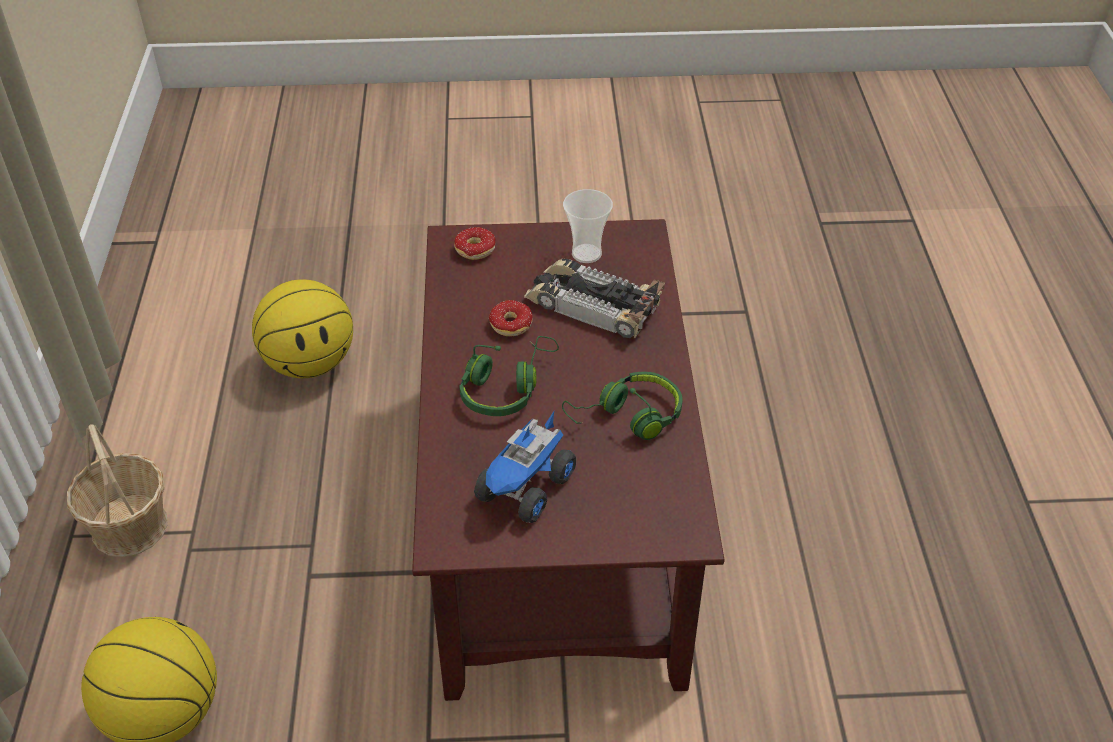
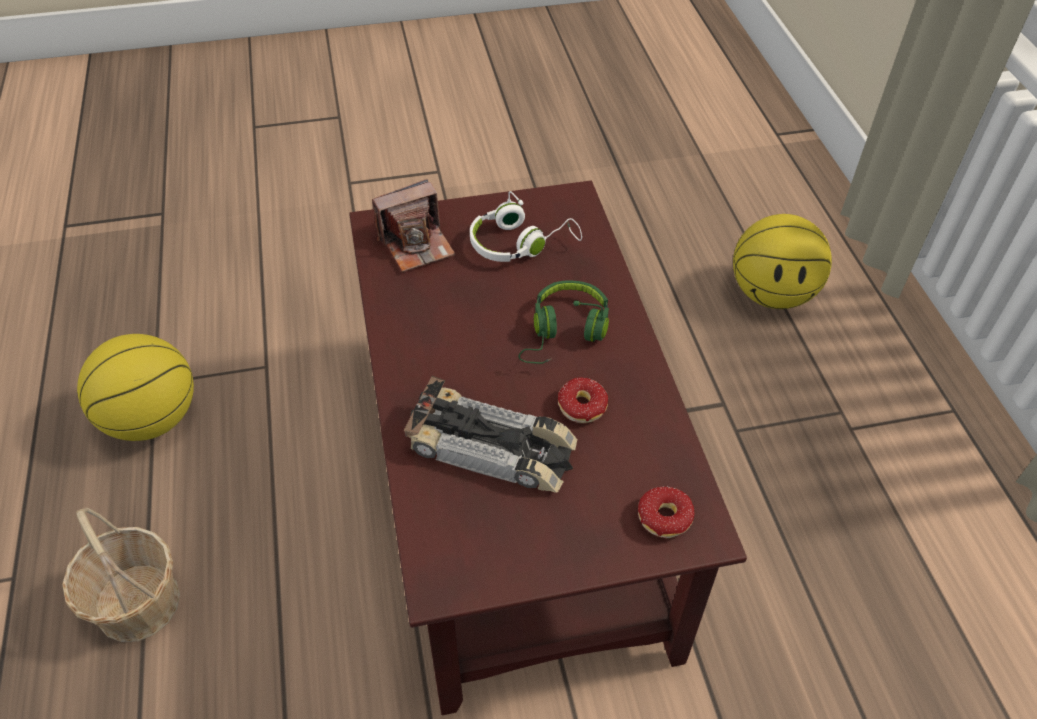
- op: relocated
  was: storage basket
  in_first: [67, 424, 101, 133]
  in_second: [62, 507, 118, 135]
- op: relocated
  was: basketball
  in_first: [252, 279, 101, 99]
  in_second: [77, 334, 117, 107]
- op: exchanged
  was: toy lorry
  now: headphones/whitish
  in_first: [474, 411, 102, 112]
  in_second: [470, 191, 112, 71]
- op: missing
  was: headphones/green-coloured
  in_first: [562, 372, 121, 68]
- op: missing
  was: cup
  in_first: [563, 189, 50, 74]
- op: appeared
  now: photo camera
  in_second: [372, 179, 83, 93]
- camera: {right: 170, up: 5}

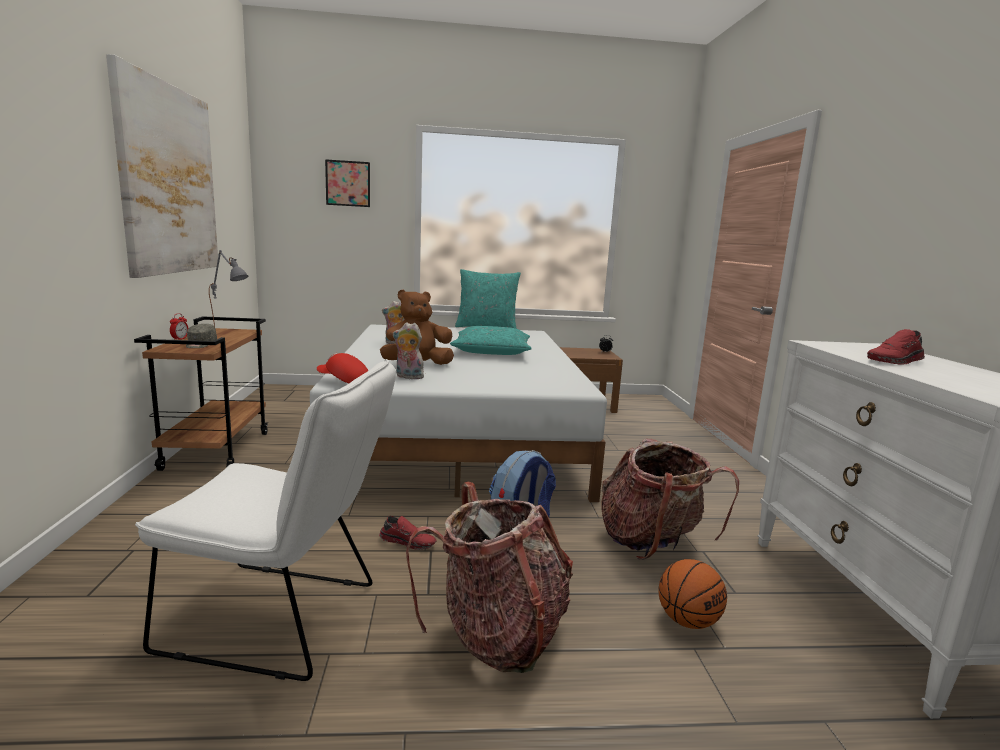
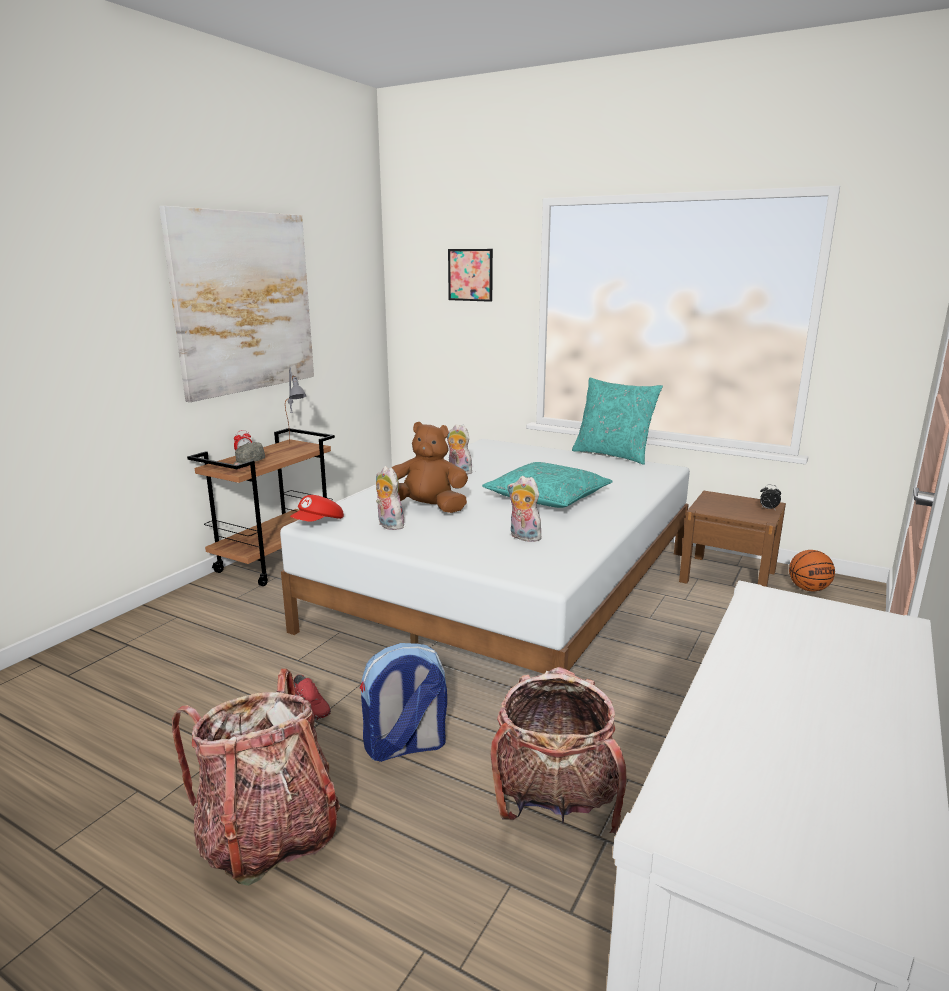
- op: missing
  was: upright chair/whitish
  in_first: [135, 359, 261, 322]
- op: spun
  was: cap/reddish
  in_first: [317, 353, 52, 31]
  in_second: [290, 495, 54, 27]
  clockwise: -105
- op: relocated
  was: basketball
  in_first: [658, 559, 69, 70]
  in_second: [789, 550, 46, 41]
- op: missing
  was: item of footwear/reddish
  in_first: [867, 329, 58, 36]
- op: appeared
  now: soft toy
  in_second: [507, 476, 35, 66]
- camera: {right: 35, up: 5}

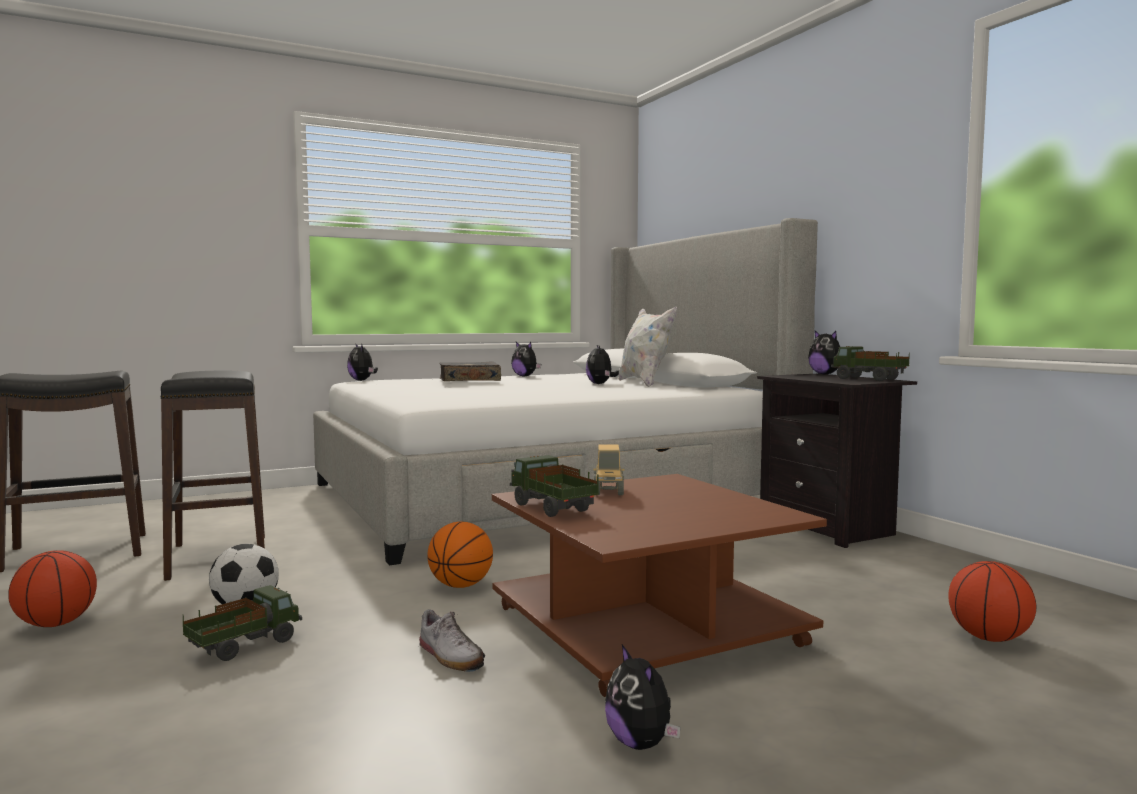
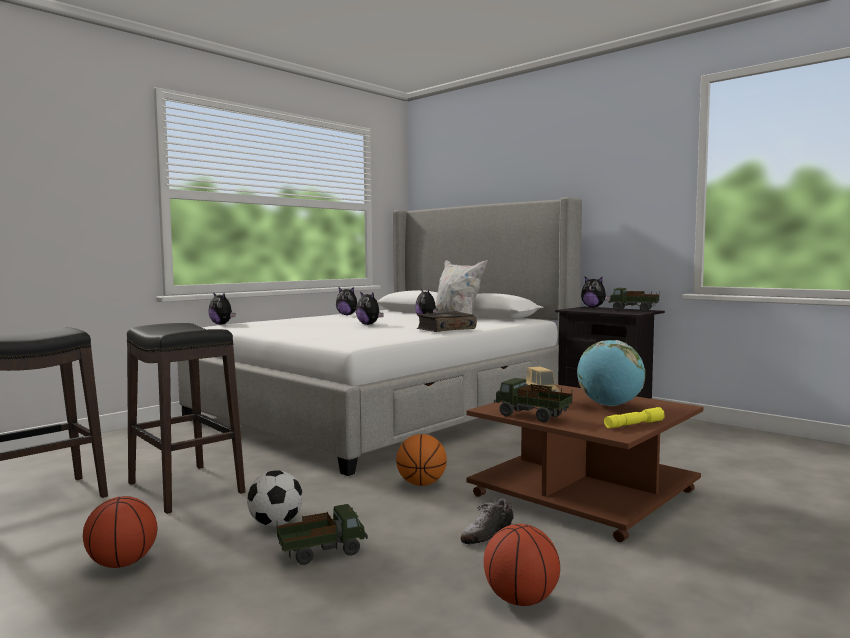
- op: spun
  was: toy lorry
  in_first: [183, 585, 119, 76]
  in_second: [277, 504, 91, 61]
  clockwise: 45
- op: spun
  was: item of footwear
  in_first: [419, 610, 66, 62]
  in_second: [461, 498, 53, 46]
  clockwise: 105
- op: relocated
  was: bound book
  in_first: [439, 361, 62, 20]
  in_second: [417, 311, 60, 21]
- op: relocated
  was: soft toy
  in_first: [605, 645, 76, 105]
  in_second: [356, 291, 28, 34]
- op: relocated
  was: basketball
  in_first: [948, 561, 88, 81]
  in_second: [484, 524, 76, 82]
- op: appeared
  now: globe
  in_second: [577, 340, 68, 66]
- op: appeared
  now: torch/yellow-coloured
  in_second: [604, 407, 61, 21]
- camera: {right: -20, up: 0}

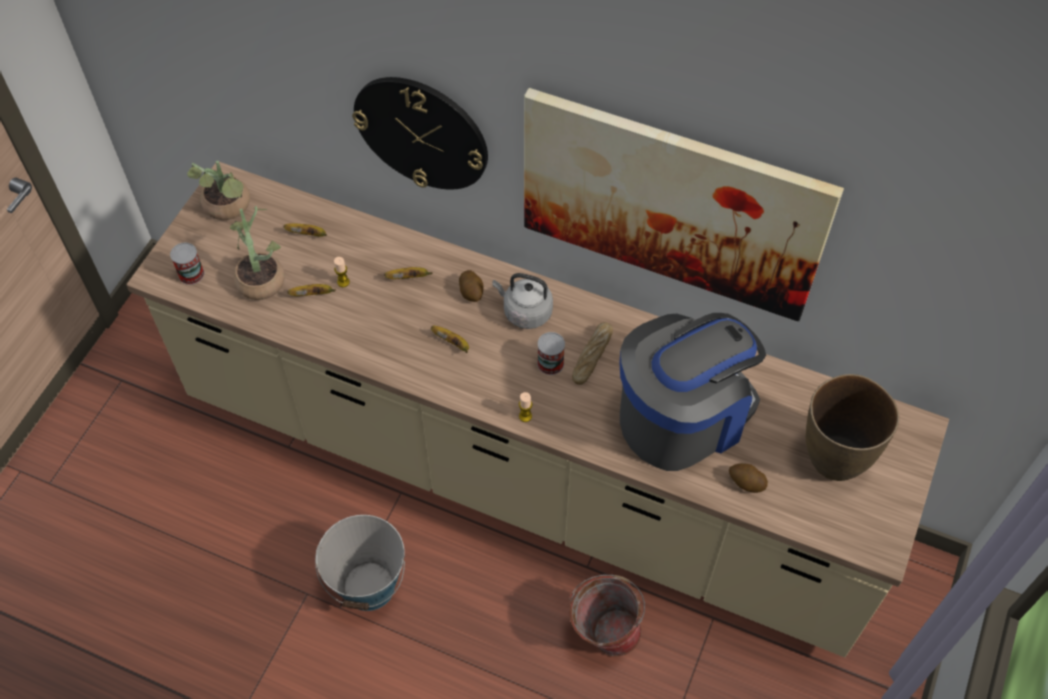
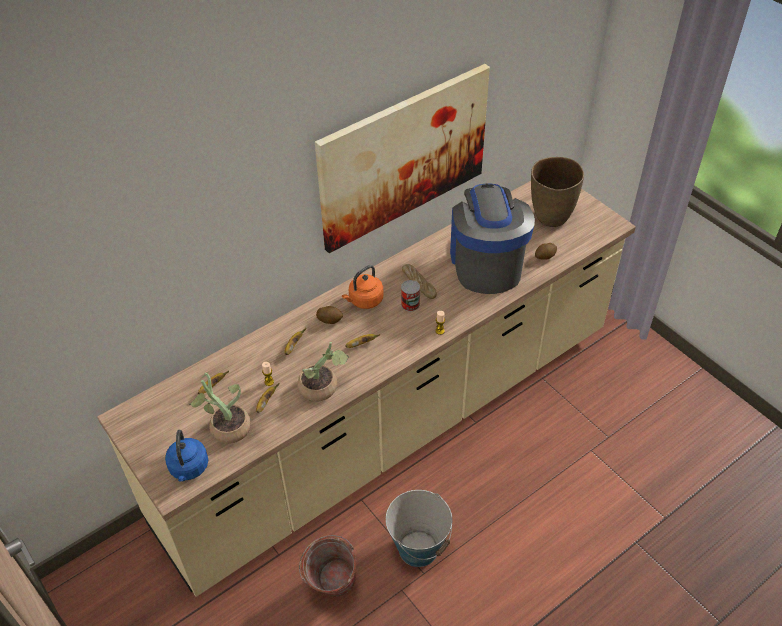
- op: exchanged
  was: can
  now: tea kettle/blue-coloured
  in_first: [170, 243, 34, 42]
  in_second: [165, 430, 43, 52]
- op: relocated
  was: houseplant
  in_first: [187, 161, 63, 59]
  in_second: [297, 342, 52, 60]
- op: missing
  was: clock on the wall
  in_first: [352, 77, 136, 113]
- op: colour
  was: tea kettle/grey
  now: tea kettle/orange-coloured
  in_first: [492, 273, 61, 56]
  in_second: [342, 265, 41, 44]
- op: relocated
  was: pail
  in_first: [569, 575, 76, 81]
  in_second: [299, 535, 57, 61]
- camera: {right: -60, up: -10}

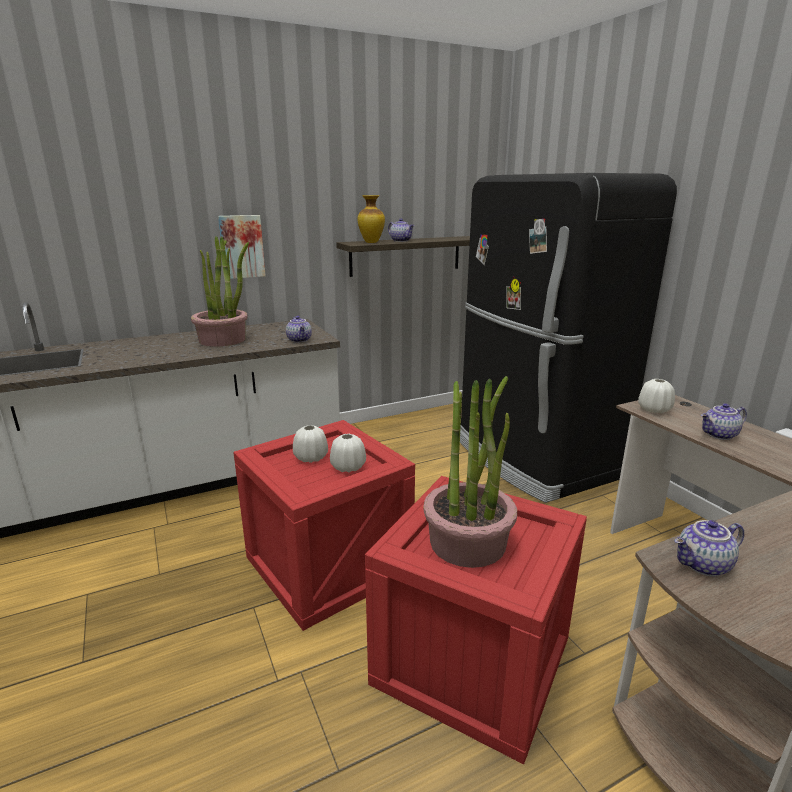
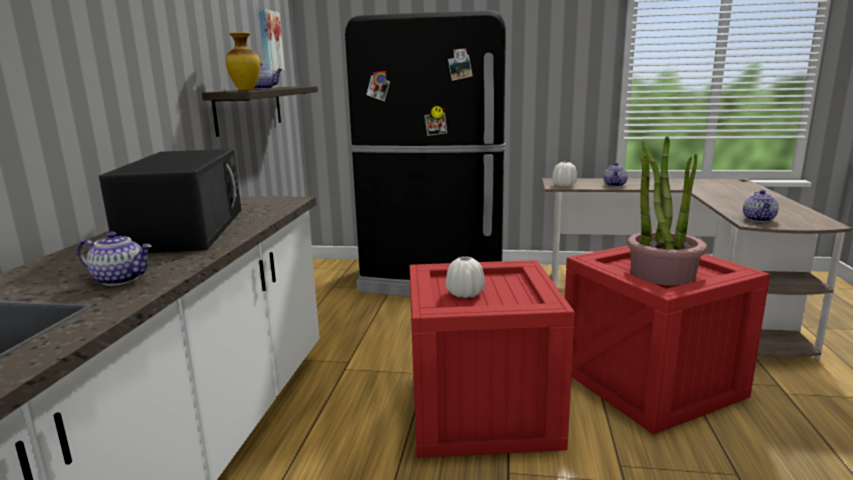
- op: exchanged
  was: houseplant
  now: microwave/blackish
  in_first: [191, 236, 58, 111]
  in_second: [99, 149, 142, 104]
- op: relocated
  was: picture
  in_first: [218, 215, 48, 64]
  in_second: [258, 9, 27, 62]
- op: relocated
  was: tea pot
  in_first: [286, 316, 26, 27]
  in_second: [78, 231, 74, 55]
- op: missing
  was: decorative vase/whitish
  in_first: [330, 434, 36, 39]
- camera: {right: -55, up: -5}

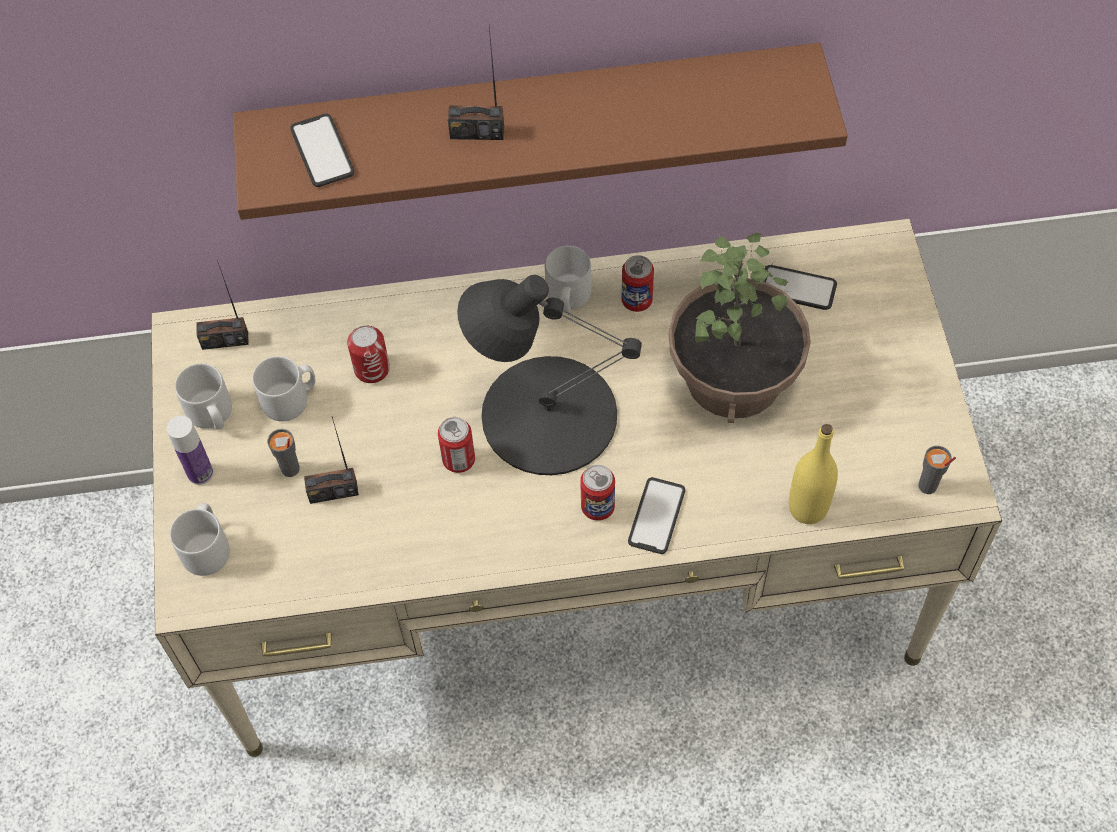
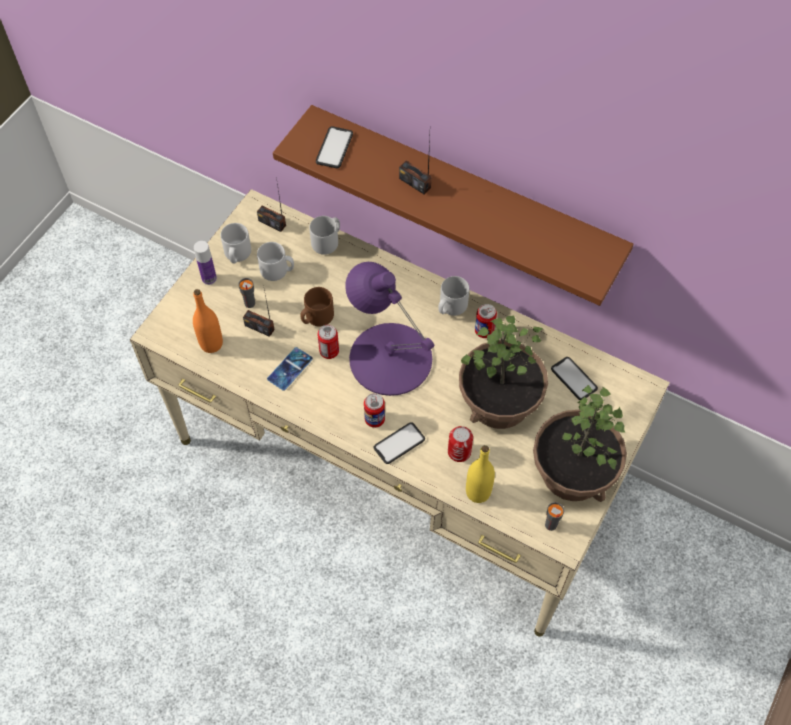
- op: relocated
  was: coffee mug/grey
  in_first: [170, 503, 60, 73]
  in_second: [309, 216, 31, 39]
- op: relocated
  was: can
  in_first: [347, 326, 43, 57]
  in_second: [448, 426, 25, 36]
- op: colour
  was: tabletop lamp/blackish
  now: tabletop lamp/purple
  in_first: [457, 275, 185, 200]
  in_second: [345, 262, 89, 134]
- op: appeared
  now: bottle/orange-coloured
  in_second: [193, 289, 30, 64]
- op: appeared
  now: telephone
  in_second: [267, 347, 46, 44]
- op: appeared
  now: coffee mug/brownish
  in_second: [300, 287, 34, 40]
- op: appeared
  now: houseplant
  in_second: [533, 385, 94, 117]
- camera: {right: 35, up: 0}

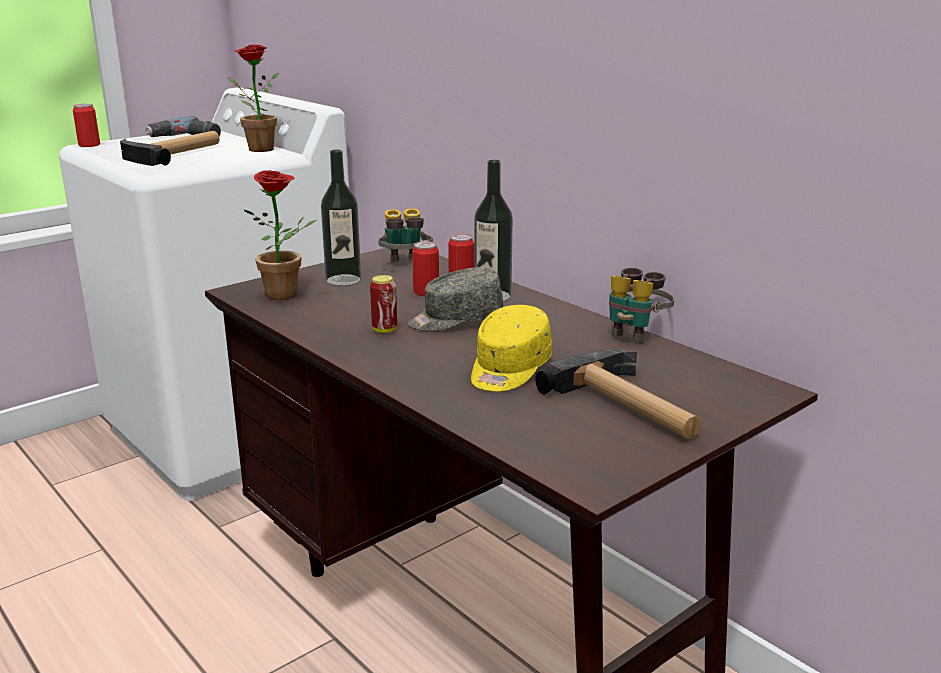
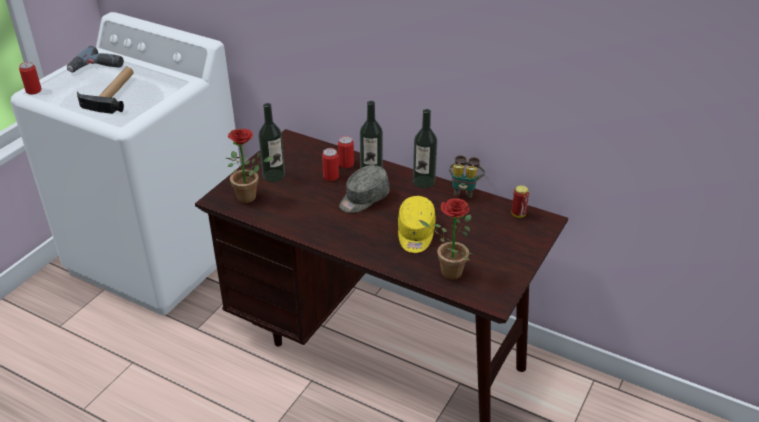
- op: relocated
  was: houseplant
  in_first: [227, 44, 52, 108]
  in_second: [419, 198, 53, 82]
- op: relocated
  was: can
  in_first: [370, 275, 27, 58]
  in_second: [512, 185, 17, 33]
- op: missing
  was: binoculars
  in_first: [378, 208, 55, 55]
- op: missing
  was: hammer
  in_first: [535, 349, 166, 90]
- op: appeared
  now: bottle
  in_second: [413, 109, 24, 79]
- camera: {right: -20, up: 15}

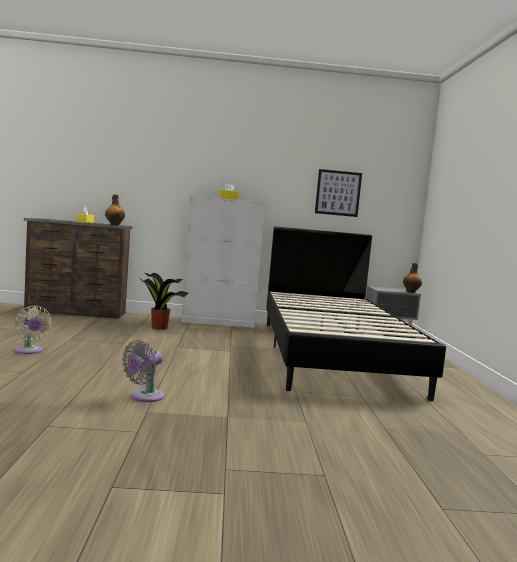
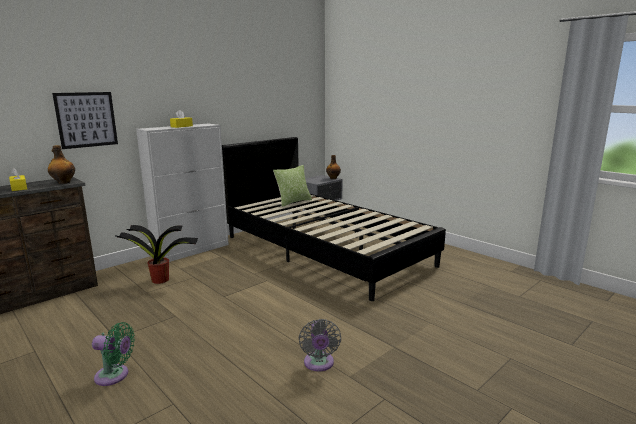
- op: colour
  was: fan/sand-coloured
  now: fan/green-coloured
  in_first: [14, 305, 38, 49]
  in_second: [92, 322, 43, 64]
- op: relocated
  was: picture
  in_first: [315, 169, 47, 48]
  in_second: [52, 92, 66, 57]
- op: appeared
  now: pillow
  in_second: [273, 165, 39, 42]
- camera: {right: -40, up: 10}

